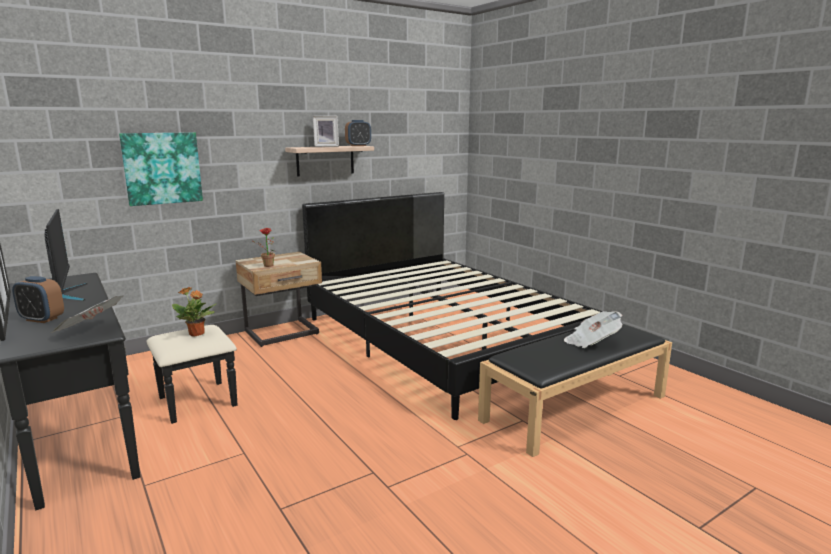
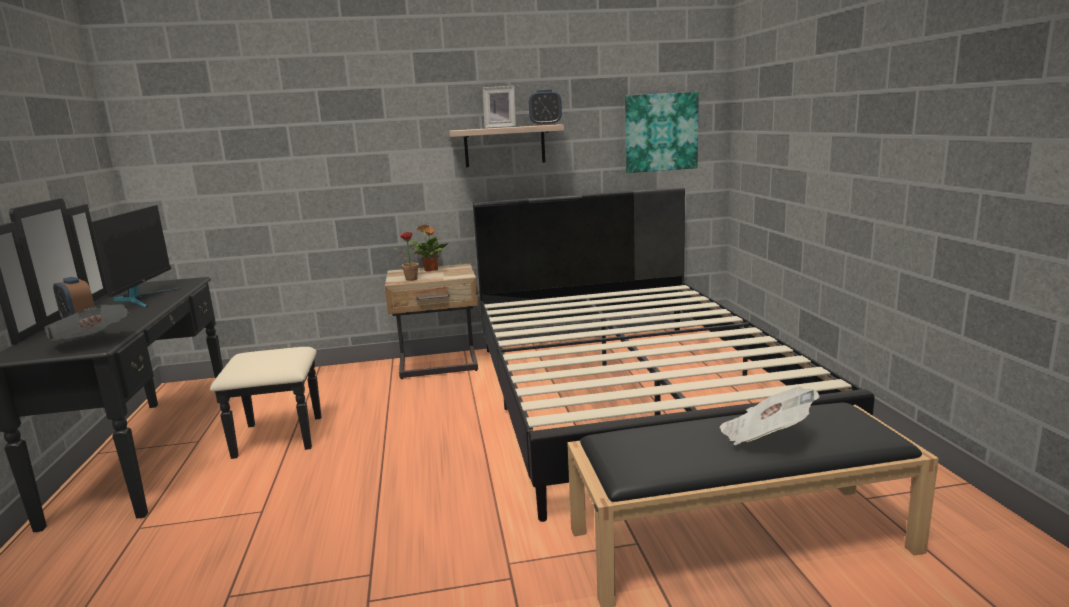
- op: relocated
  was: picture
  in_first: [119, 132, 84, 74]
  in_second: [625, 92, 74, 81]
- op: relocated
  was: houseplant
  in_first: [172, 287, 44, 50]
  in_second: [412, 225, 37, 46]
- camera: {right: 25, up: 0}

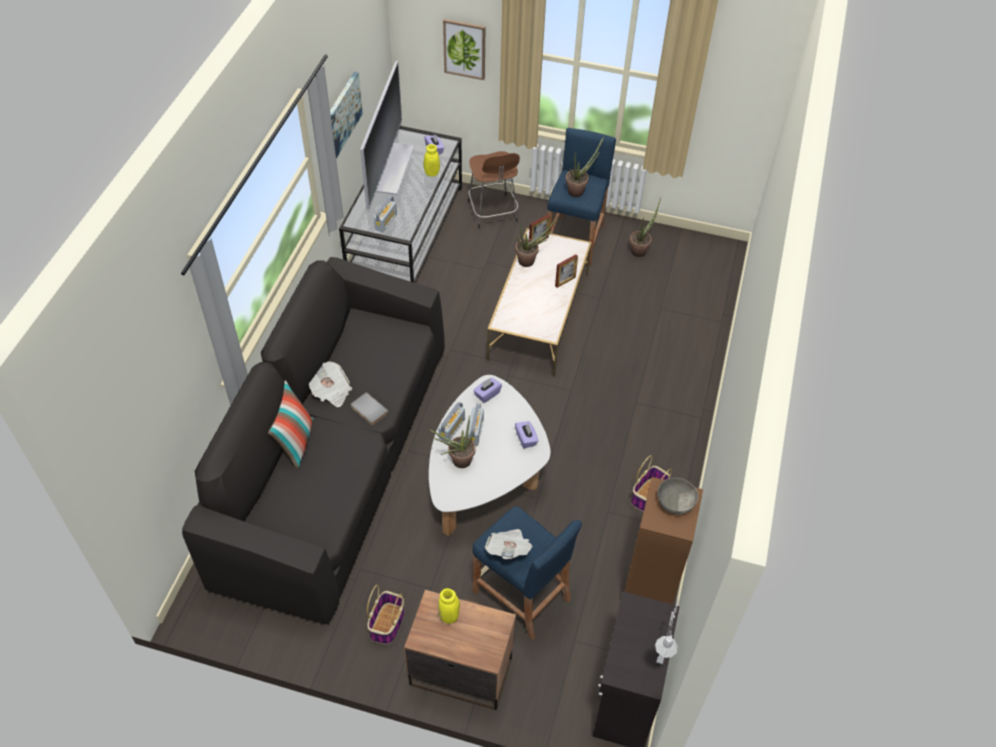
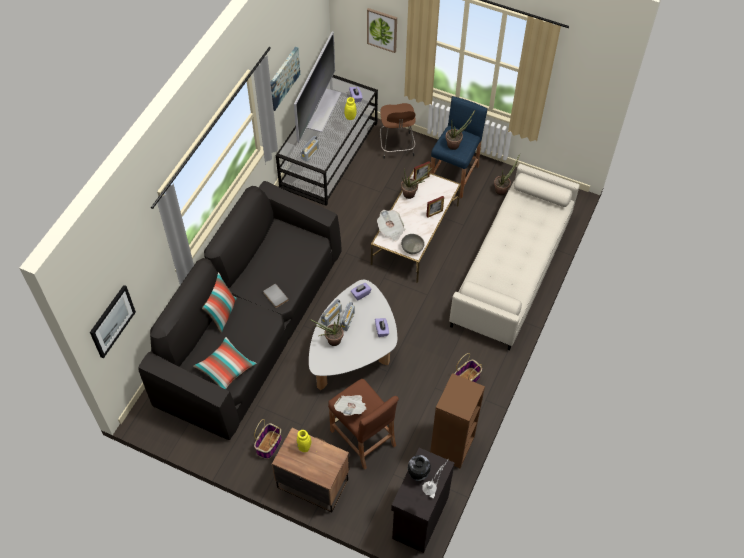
- op: relocated
  was: printed paper
  in_first: [309, 361, 43, 46]
  in_second: [377, 210, 29, 31]
- op: colour
  was: sitting stool/blue-coloured
  now: sitting stool/brownish
  in_first: [473, 506, 109, 134]
  in_second: [328, 379, 71, 91]
- op: relocated
  was: bowl/grey
  in_first: [657, 478, 42, 37]
  in_second: [401, 234, 24, 20]
- op: appeared
  now: picture
  in_second: [90, 285, 46, 74]
- op: appeared
  now: pillow
  in_second: [193, 337, 64, 52]
- op: appeared
  now: decorative vase
  in_second: [408, 455, 23, 26]
- op: appeared
  now: couch/sand-coloured
  in_second: [449, 164, 131, 187]
- camera: {right: 10, up: 5}

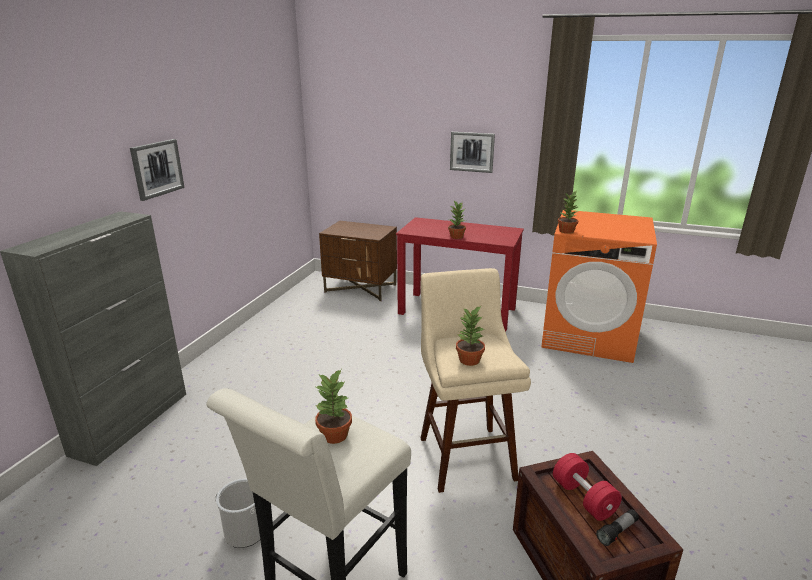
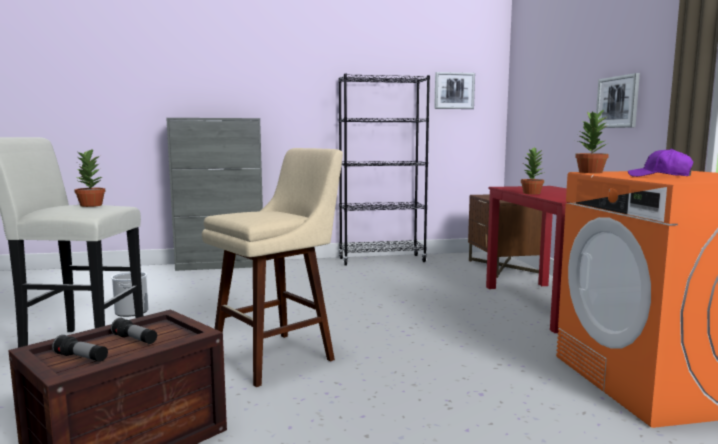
- op: relocated
  was: picture
  in_first: [130, 139, 55, 62]
  in_second: [434, 72, 41, 37]
- op: missing
  was: houseplant
  in_first: [456, 306, 29, 60]
- op: exchanged
  was: hand weight/reddish
  now: torch
  in_first: [553, 453, 69, 68]
  in_second: [111, 318, 46, 26]
- op: appeared
  now: bookcase/blackish
  in_second: [339, 74, 91, 192]
- op: appeared
  now: cap/purple
  in_second: [628, 149, 66, 28]
- camera: {right: 60, up: -15}

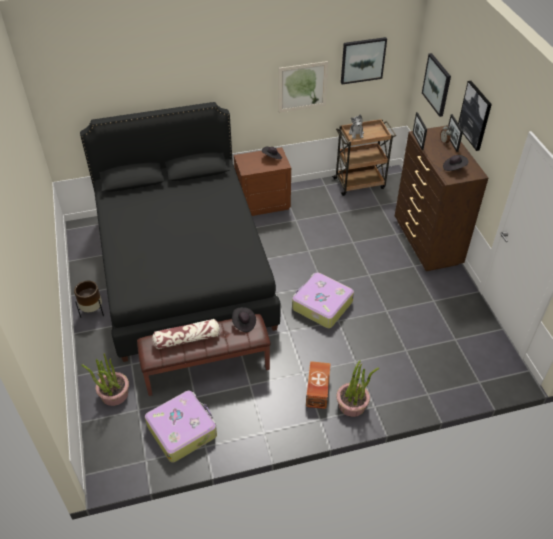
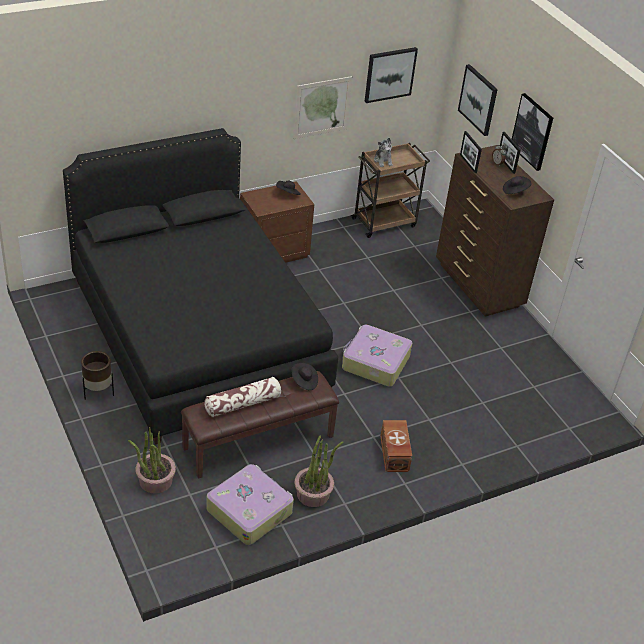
- op: relocated
  was: houseplant
  in_first: [336, 360, 43, 57]
  in_second: [294, 435, 49, 72]
- camera: {right: -15, up: -5}

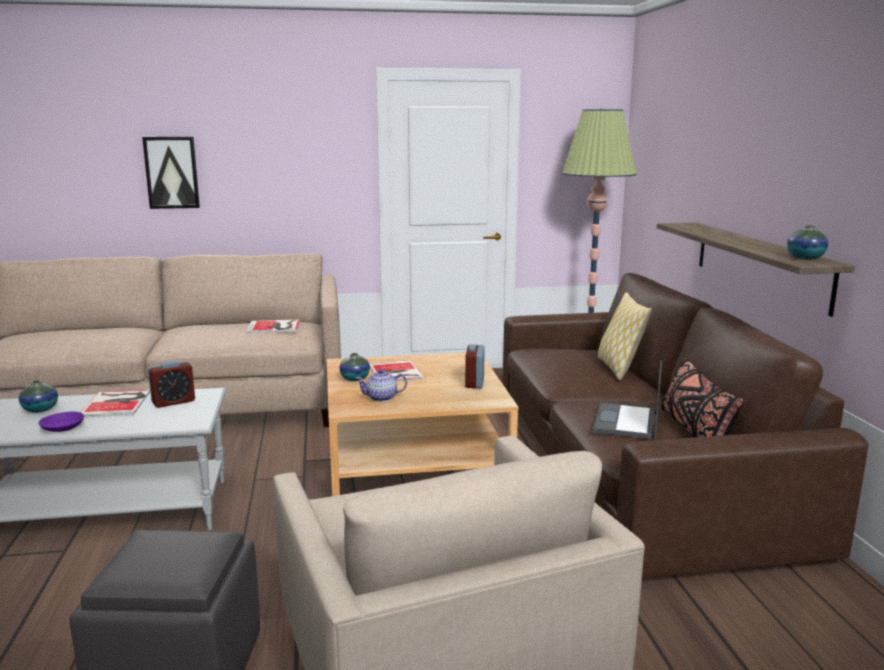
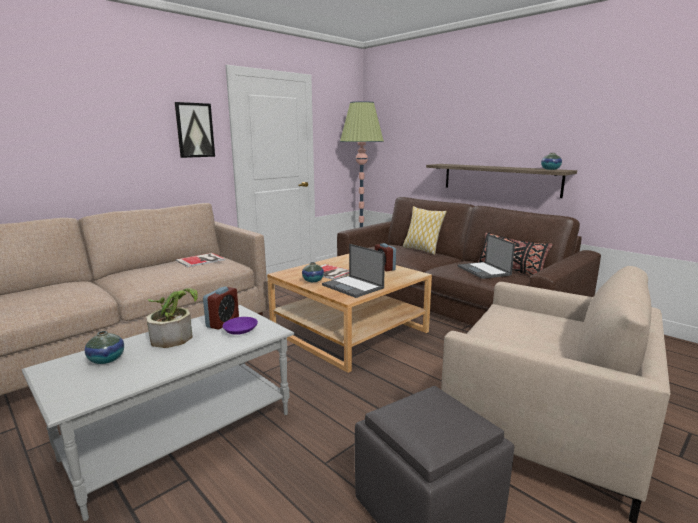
- op: relocated
  was: bowl/purple
  in_first: [38, 412, 46, 20]
  in_second: [222, 317, 36, 18]
- op: exchanged
  was: bound book
  now: houseplant
  in_first: [81, 390, 69, 27]
  in_second: [146, 288, 52, 60]
- op: relocated
  was: picture
  in_first: [142, 137, 58, 72]
  in_second: [175, 102, 40, 56]
- op: exchanged
  was: tea pot
  now: laptop
  in_first: [355, 369, 52, 33]
  in_second: [322, 244, 63, 54]
- camera: {right: -35, up: 0}

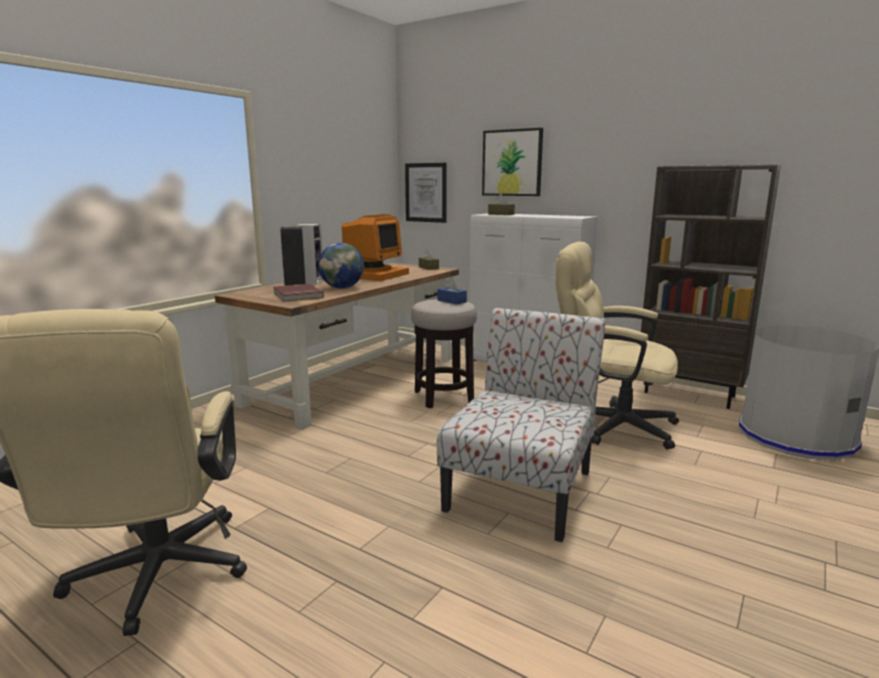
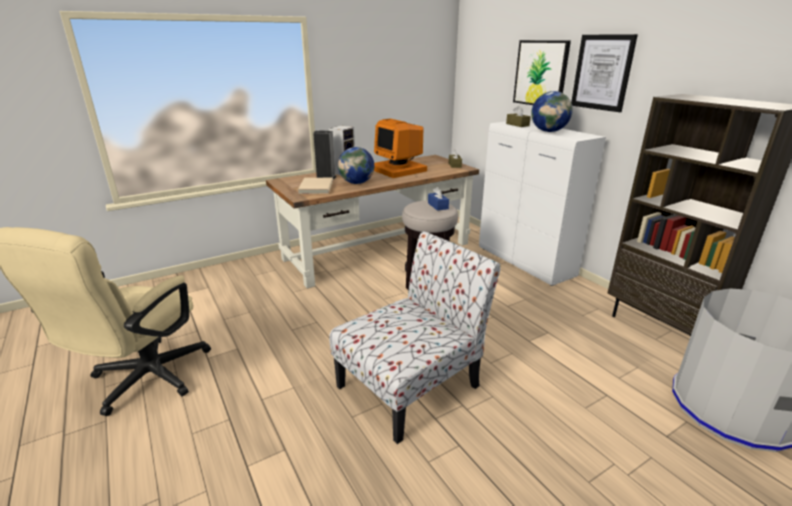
- op: colour
  was: bound book/reddish
  now: bound book/sand-coloured
  in_first: [273, 284, 51, 18]
  in_second: [298, 178, 35, 16]
- op: spun
  was: monitor
  in_first: [342, 214, 67, 67]
  in_second: [374, 119, 53, 59]
  clockwise: 90
- op: relocated
  was: picture
  in_first: [405, 163, 42, 60]
  in_second: [571, 34, 67, 78]
- op: missing
  was: computer chair/sand-coloured
  in_first: [556, 241, 123, 209]
- op: appeared
  now: globe
  in_second: [531, 91, 42, 41]
- camera: {right: 25, up: 10}

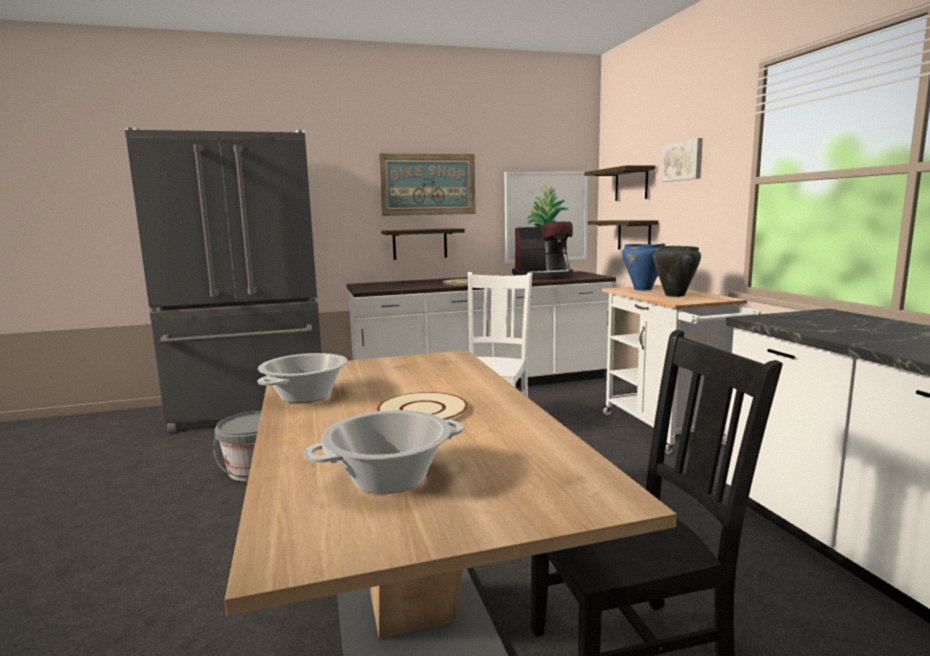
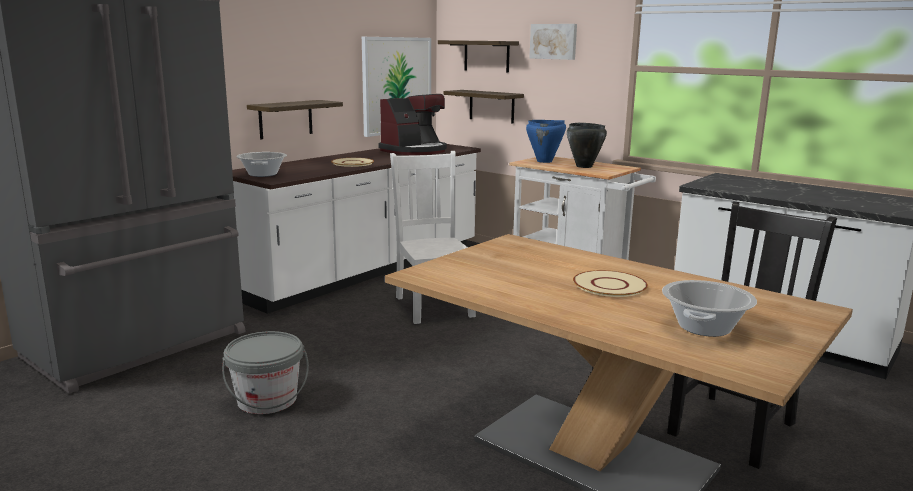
- op: relocated
  was: saucepot
  in_first: [258, 353, 89, 50]
  in_second: [236, 152, 51, 25]
- op: missing
  was: picture
  in_first: [379, 154, 97, 62]
- camera: {right: -35, up: 5}

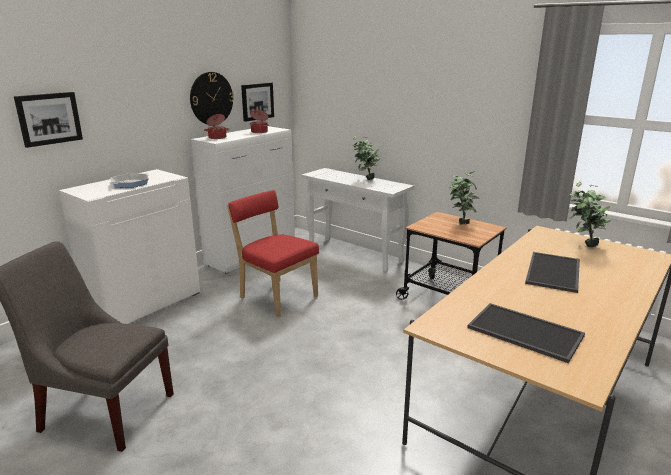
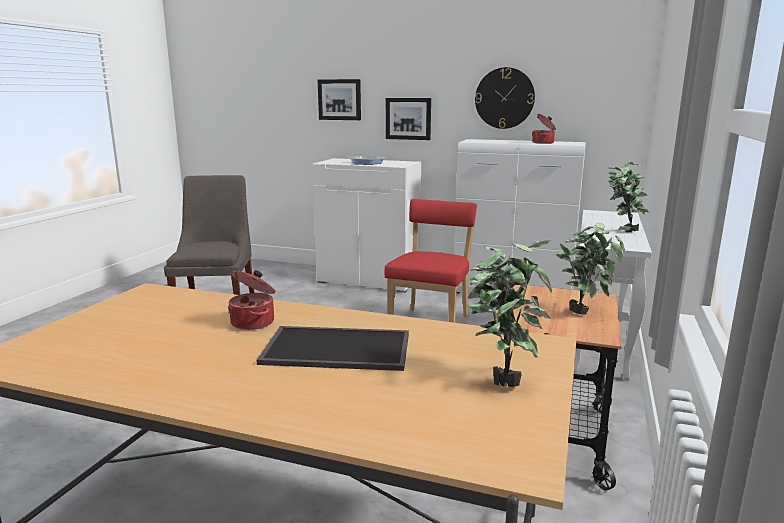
- op: relocated
  was: saucepot
  in_first: [204, 114, 26, 25]
  in_second: [228, 270, 48, 60]
- op: relocated
  was: picture
  in_first: [241, 83, 33, 39]
  in_second: [386, 98, 45, 42]
- op: missing
  was: tray
  in_first: [467, 303, 118, 60]
- camera: {right: 70, up: -5}

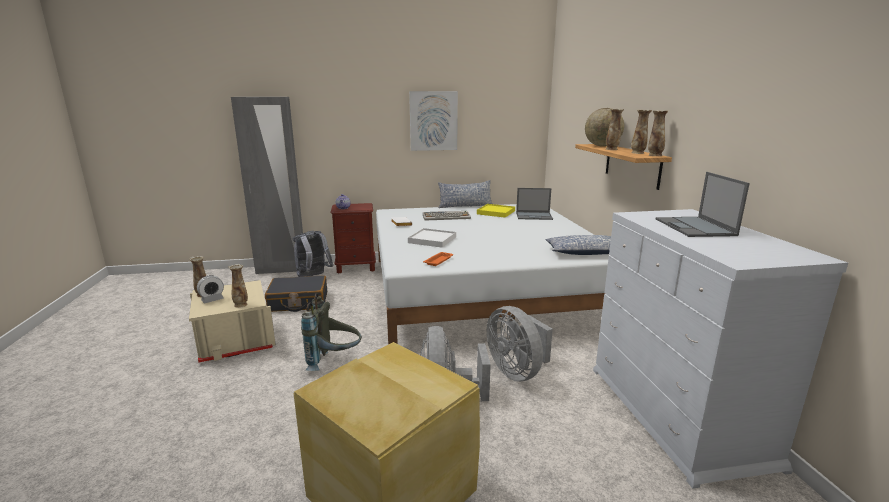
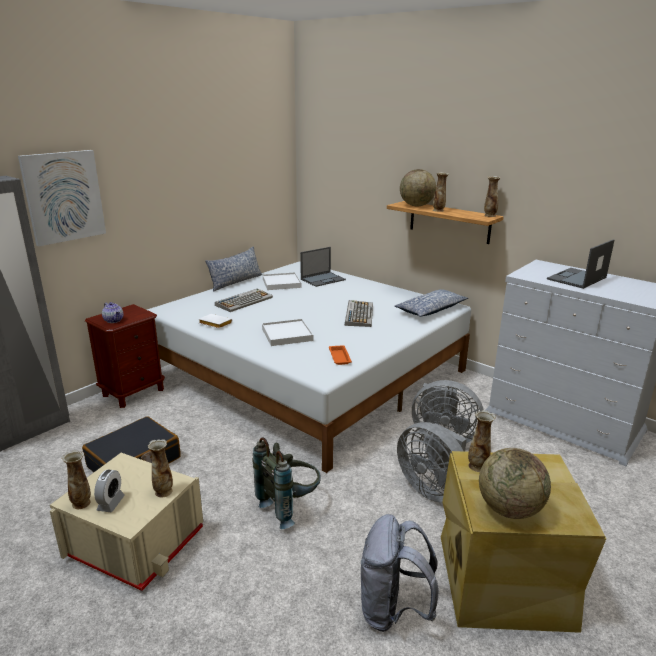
- op: relocated
  was: rucksack/grey
  in_first: [293, 231, 41, 46]
  in_second: [361, 514, 78, 118]
- op: relocated
  was: picture
  in_first: [409, 91, 49, 60]
  in_second: [18, 150, 88, 97]
- op: colour
  was: tray/yellow-coloured
  now: tray/whitish
  in_first: [477, 204, 38, 14]
  in_second: [263, 272, 38, 18]
- op: relocated
  was: decorative vase
  in_first: [631, 110, 21, 44]
  in_second: [468, 410, 28, 62]
- op: spun
  was: laptop
  in_first: [656, 172, 94, 65]
  in_second: [547, 239, 67, 50]
  clockwise: 90
- op: appeared
  now: keyboard
  in_second: [345, 300, 28, 27]
- op: appeared
  now: globe
  in_second: [479, 448, 72, 71]
- camera: {right: -40, up: 5}

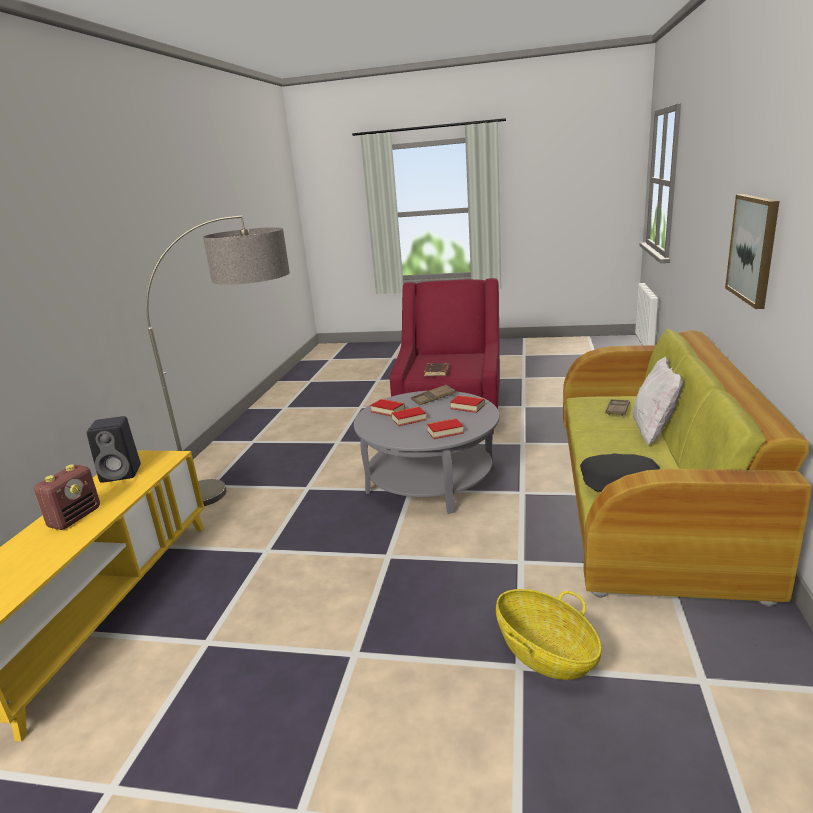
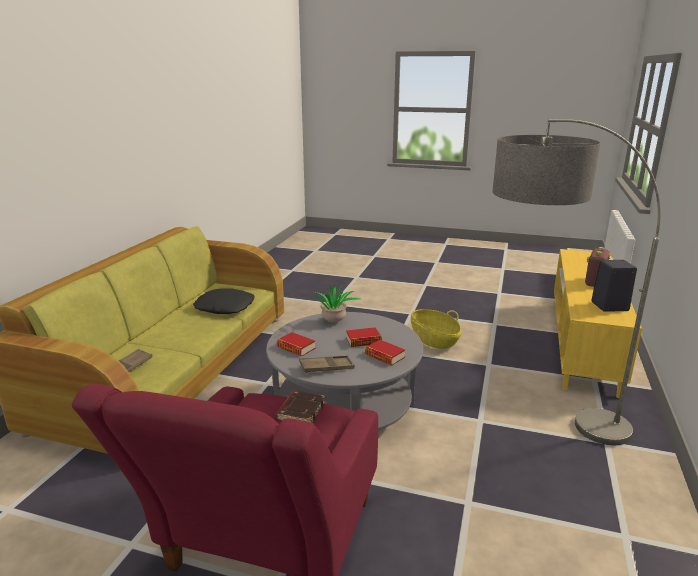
- op: exchanged
  was: bound book
  now: houseplant
  in_first: [427, 418, 37, 21]
  in_second: [309, 286, 51, 37]
- op: relocated
  was: storage basket
  in_first: [496, 589, 105, 91]
  in_second: [411, 309, 50, 40]
- op: missing
  was: pillow/whitish
  in_first: [633, 356, 50, 89]
- op: missing
  was: picture
  in_first: [725, 194, 54, 115]
- camera: {right: -175, up: 0}

